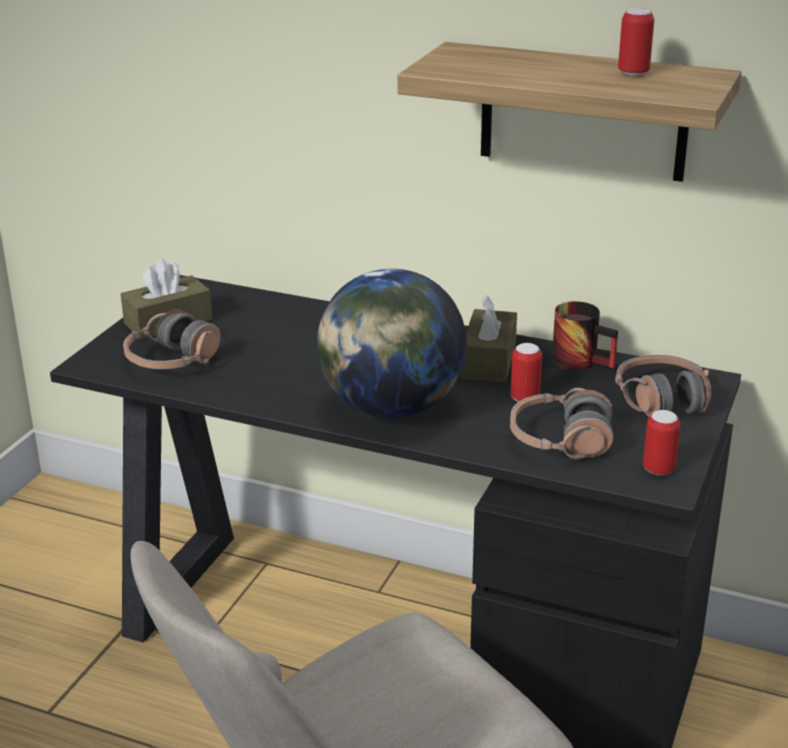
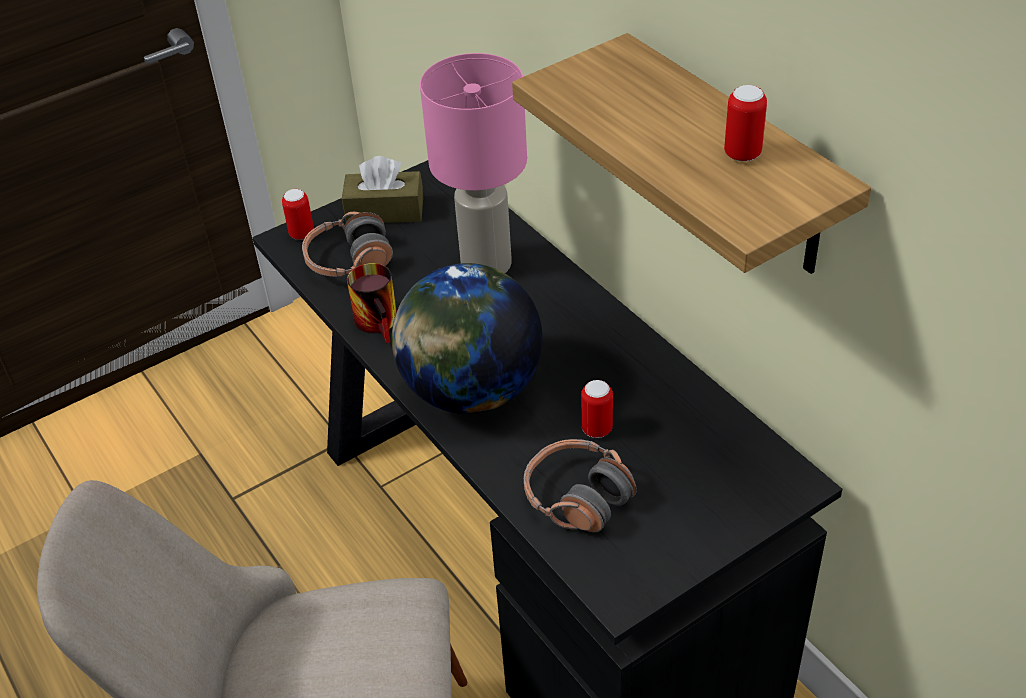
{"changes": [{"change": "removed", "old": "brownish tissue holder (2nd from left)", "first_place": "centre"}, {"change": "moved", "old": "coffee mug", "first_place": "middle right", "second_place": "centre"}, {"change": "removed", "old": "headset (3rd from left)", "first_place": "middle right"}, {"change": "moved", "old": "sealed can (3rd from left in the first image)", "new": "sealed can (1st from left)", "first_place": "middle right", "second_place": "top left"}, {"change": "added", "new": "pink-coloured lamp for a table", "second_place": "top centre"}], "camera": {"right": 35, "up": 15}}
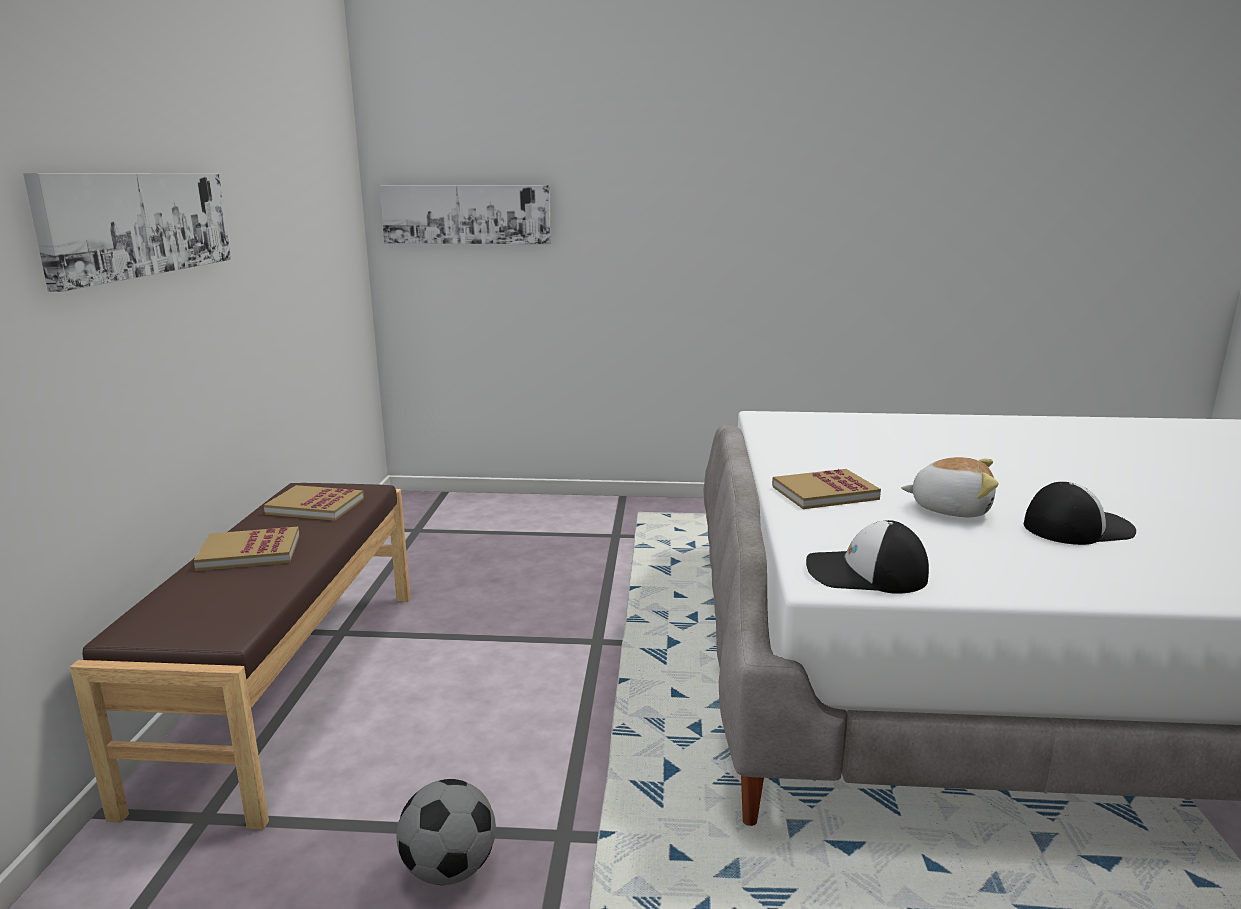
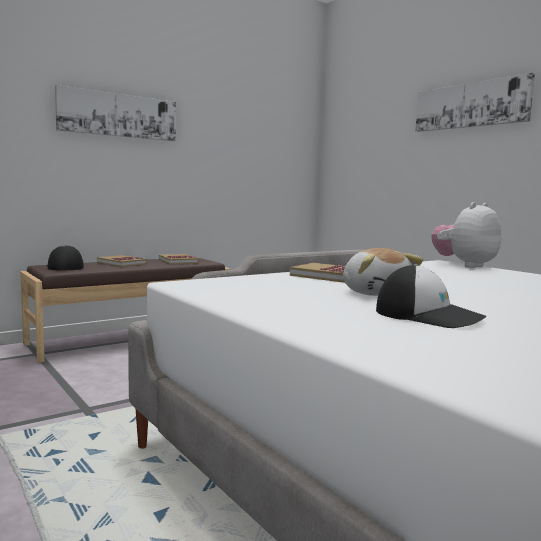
{"changes": [{"change": "moved", "old": "wall picture (2nd from left)", "first_place": "top centre", "second_place": "top right"}, {"change": "removed", "old": "football ball", "first_place": "bottom centre"}, {"change": "moved", "old": "baseball cap (1st from left)", "first_place": "middle right", "second_place": "middle left"}, {"change": "added", "new": "plush toy (2nd from left)", "second_place": "middle right"}], "camera": {"right": 50, "up": -10}}
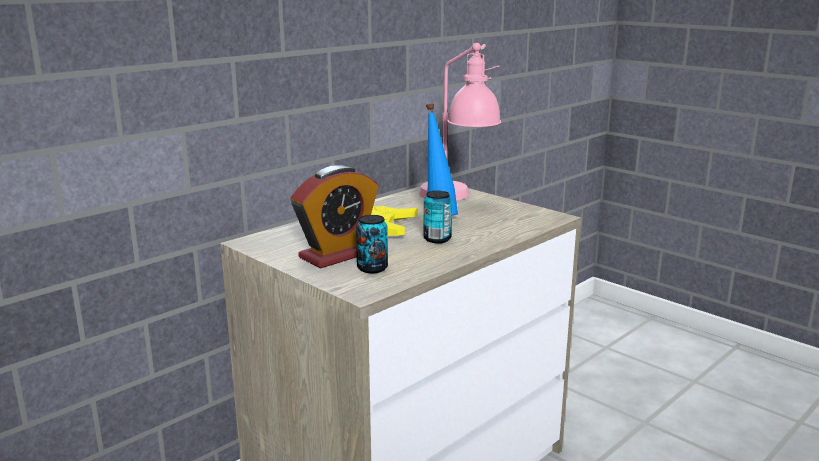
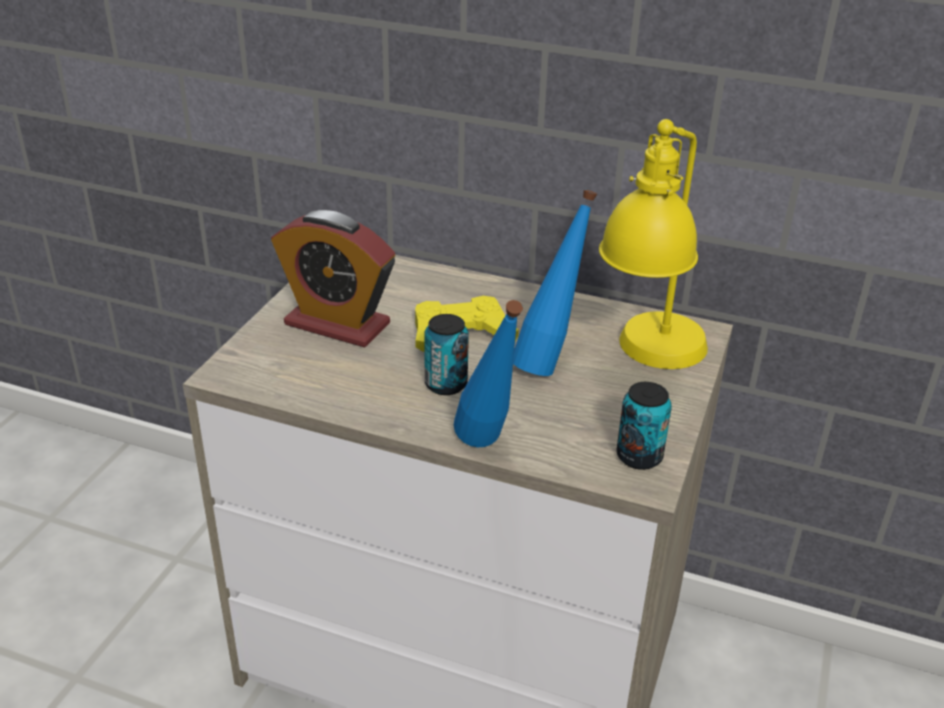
{"changes": [{"change": "moved", "old": "sealed can (1st from left in the first image)", "new": "sealed can (2nd from left)", "first_place": "centre", "second_place": "middle right"}, {"change": "recoloured", "old": "pink-coloured lamp for a table", "new": "yellow lamp for a table", "first_place": "top centre", "second_place": "middle right"}, {"change": "added", "new": "bluish drink bottle (1st from left)", "second_place": "centre"}], "camera": {"right": 65, "up": 15}}
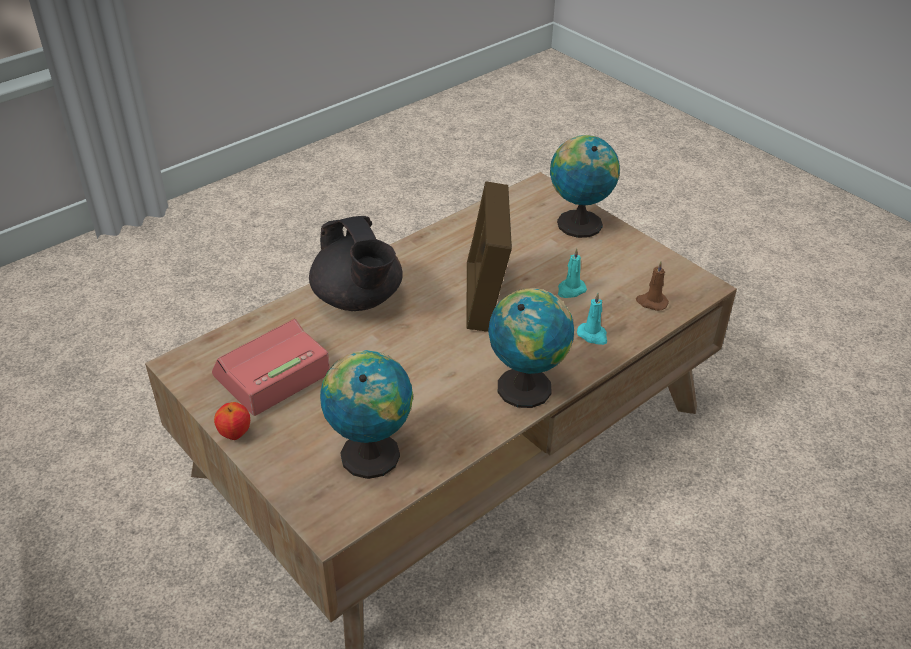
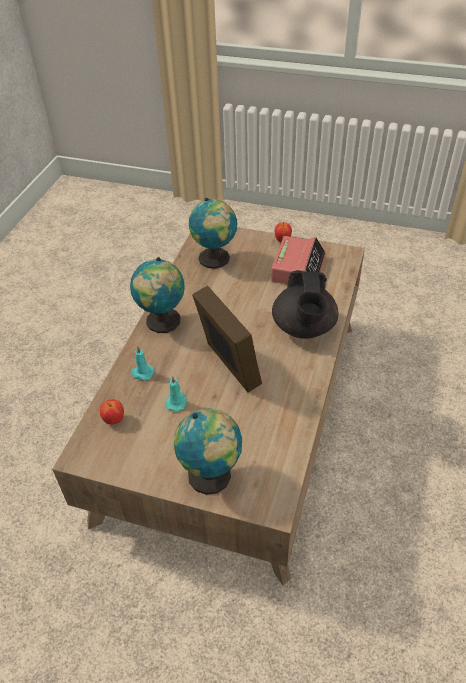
{"changes": [{"change": "turned", "old": "black-coloured tea pot", "first_place": "centre", "second_place": "centre", "degrees": -120}, {"change": "replaced", "old": "brownish wax candle", "new": "apple fruit (1st from left)", "first_place": "middle right", "second_place": "middle left"}], "camera": {"right": 150, "up": 5}}
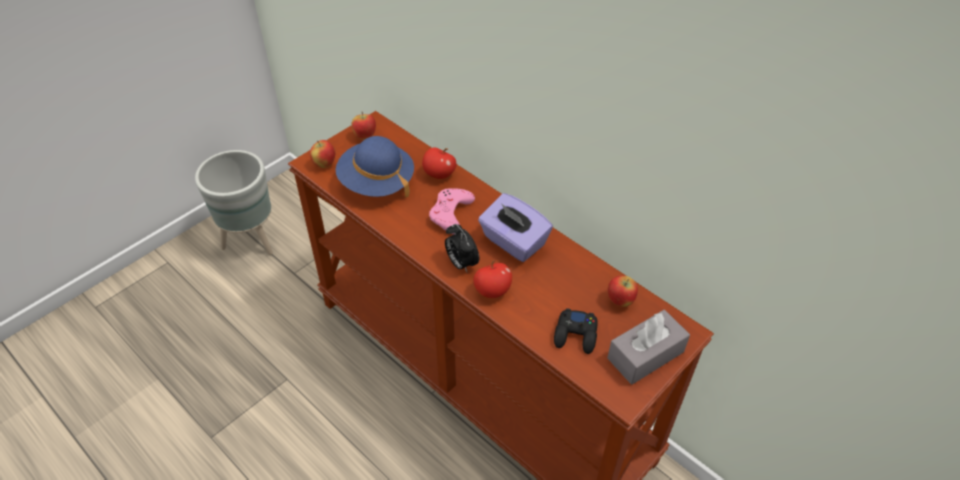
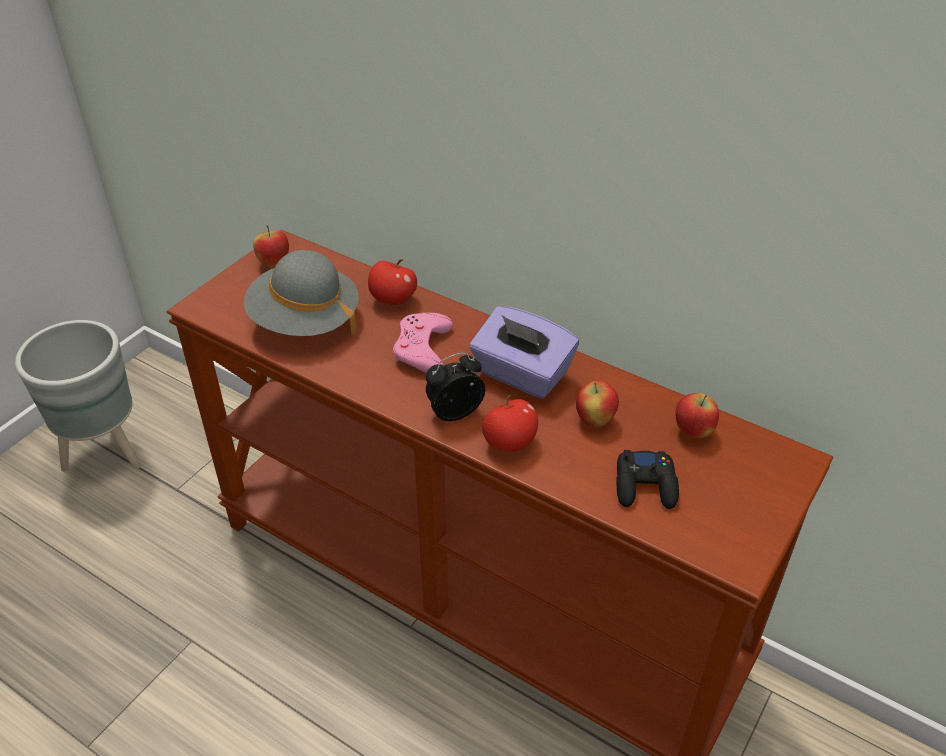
{"changes": [{"change": "moved", "old": "apple fruit (1st from left in the first image)", "new": "apple fruit (4th from left)", "first_place": "top centre", "second_place": "centre"}, {"change": "recoloured", "old": "bluish hat", "new": "greyish hat", "first_place": "centre", "second_place": "middle left"}, {"change": "turned", "old": "bedside clock", "first_place": "centre", "second_place": "centre", "degrees": 105}, {"change": "removed", "old": "greyish tissue holder", "first_place": "bottom right"}], "camera": {"right": -10, "up": -5}}
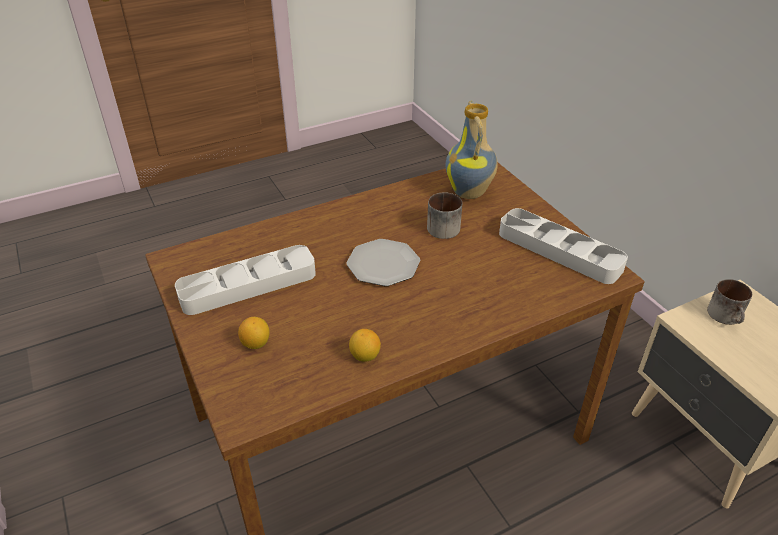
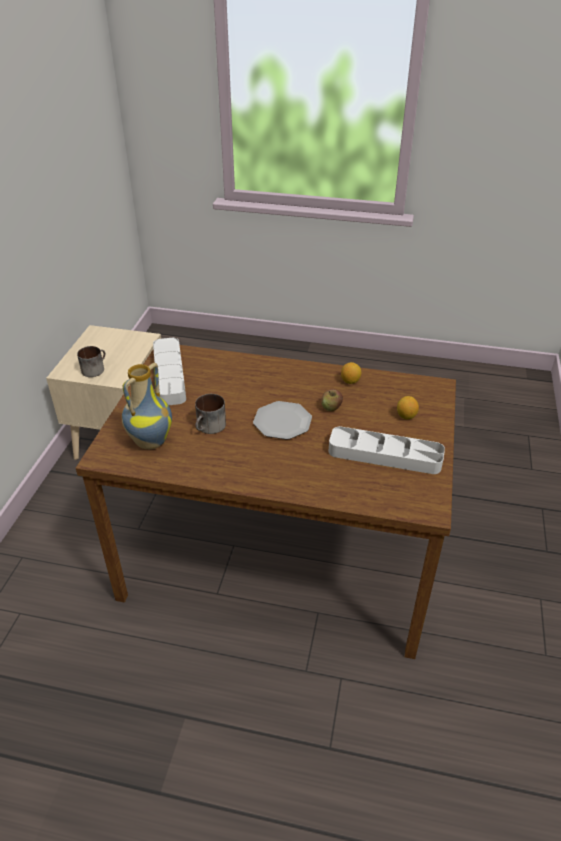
{"changes": [{"change": "added", "new": "apple fruit", "second_place": "centre"}], "camera": {"right": -140, "up": 0}}
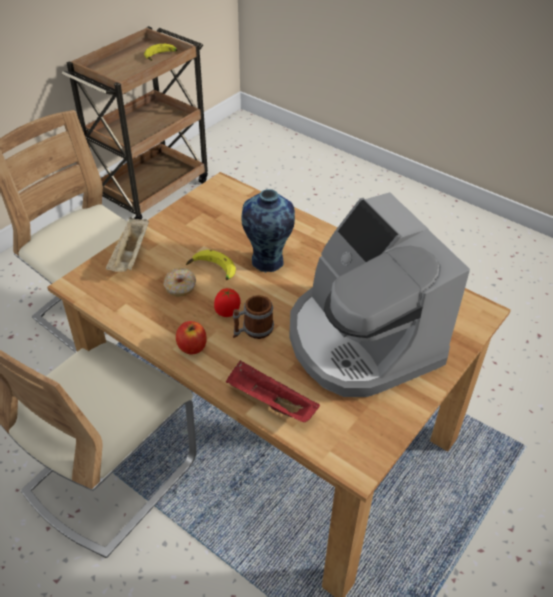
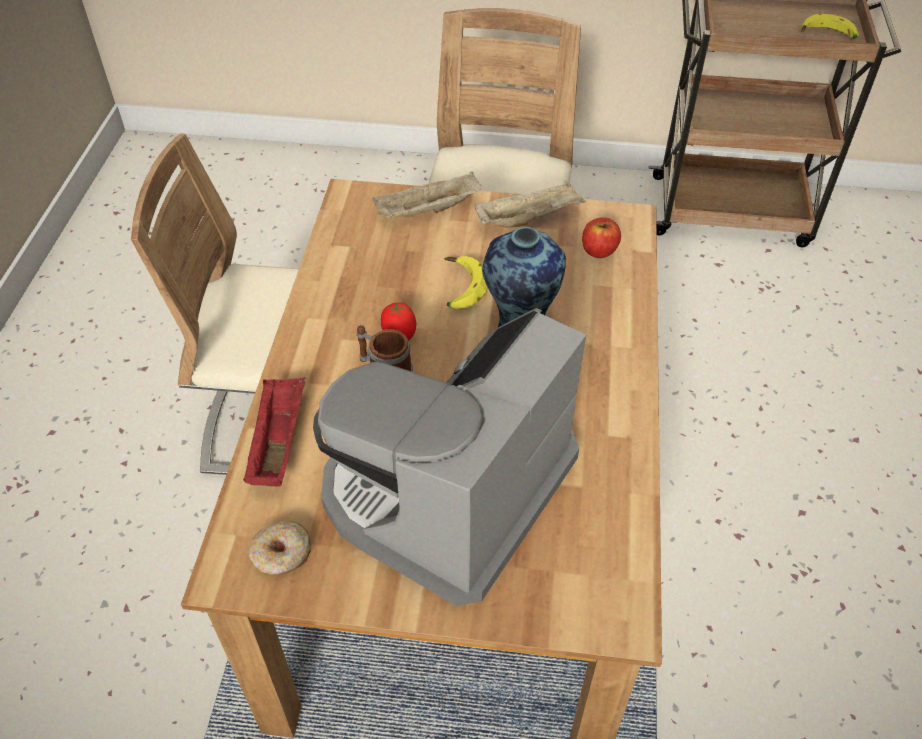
{"changes": [{"change": "moved", "old": "doughnut", "first_place": "middle left", "second_place": "bottom left"}, {"change": "moved", "old": "apple fruit", "first_place": "centre", "second_place": "top centre"}, {"change": "added", "new": "sand-coloured serving tray (2nd from left)", "second_place": "top centre"}], "camera": {"right": 60, "up": 5}}
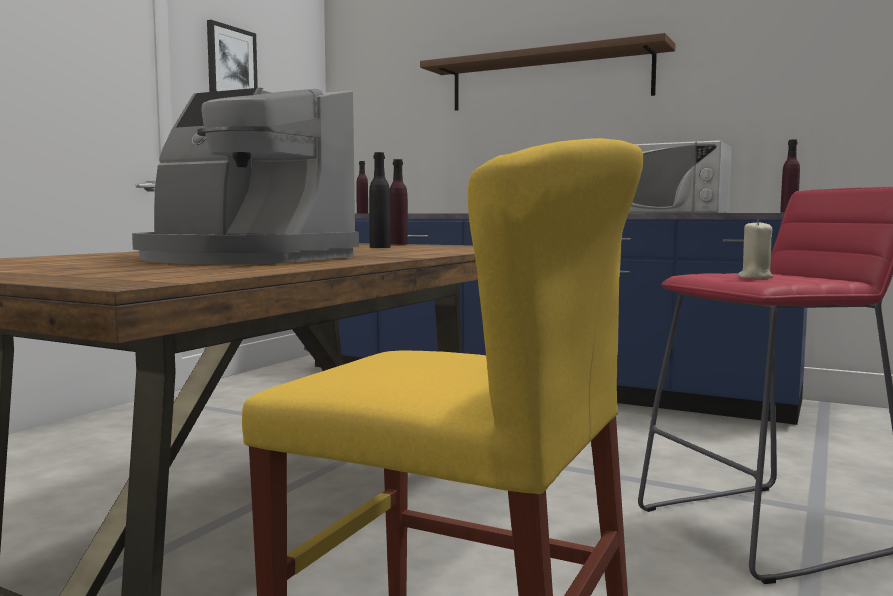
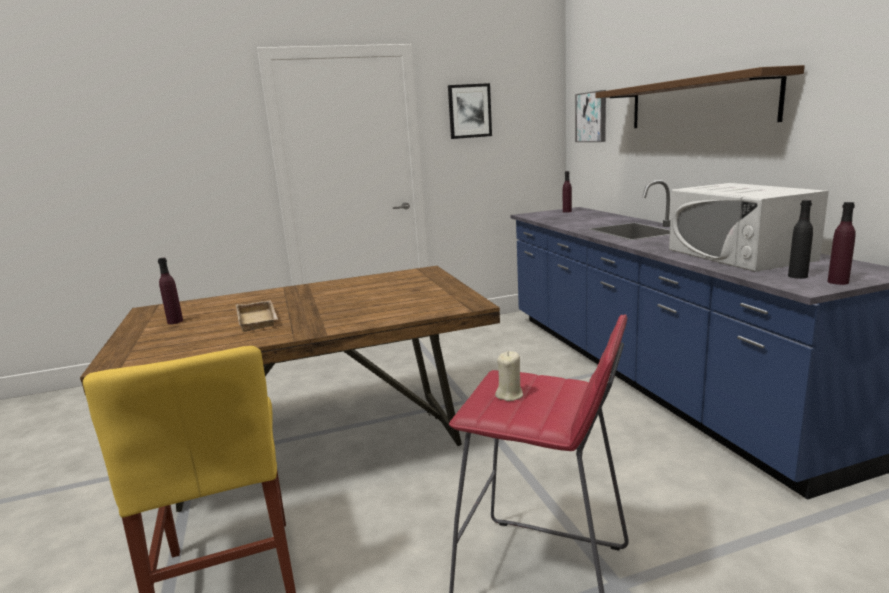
{"changes": [{"change": "replaced", "old": "coffee maker", "new": "sand-coloured serving tray", "first_place": "top left", "second_place": "middle left"}, {"change": "moved", "old": "black-coloured drink bottle", "first_place": "centre", "second_place": "middle right"}, {"change": "moved", "old": "purplish drink bottle (2nd from left in the first image)", "new": "purplish drink bottle (1st from left)", "first_place": "centre", "second_place": "middle left"}, {"change": "added", "new": "wall picture (2nd from left)", "second_place": "top centre"}], "camera": {"right": 45, "up": 10}}
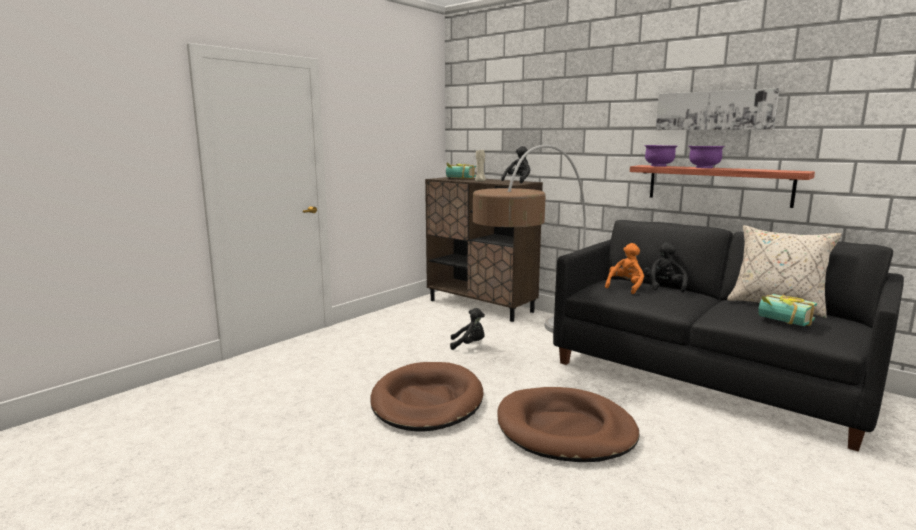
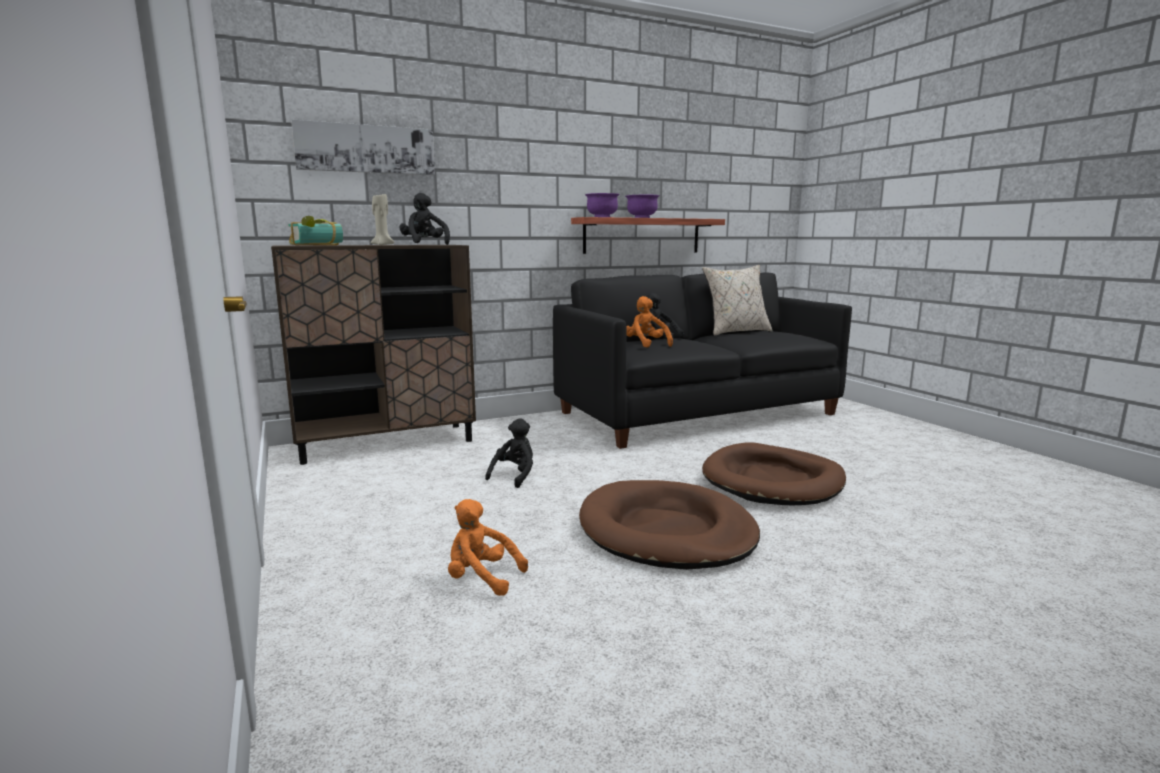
{"changes": [{"change": "removed", "old": "standard lamp", "first_place": "centre"}, {"change": "moved", "old": "wall picture", "first_place": "top right", "second_place": "top left"}, {"change": "removed", "old": "bound book (2nd from left)", "first_place": "middle right"}, {"change": "added", "new": "orangey plush toy (1st from left)", "second_place": "bottom centre"}], "camera": {"right": -65, "up": 0}}
